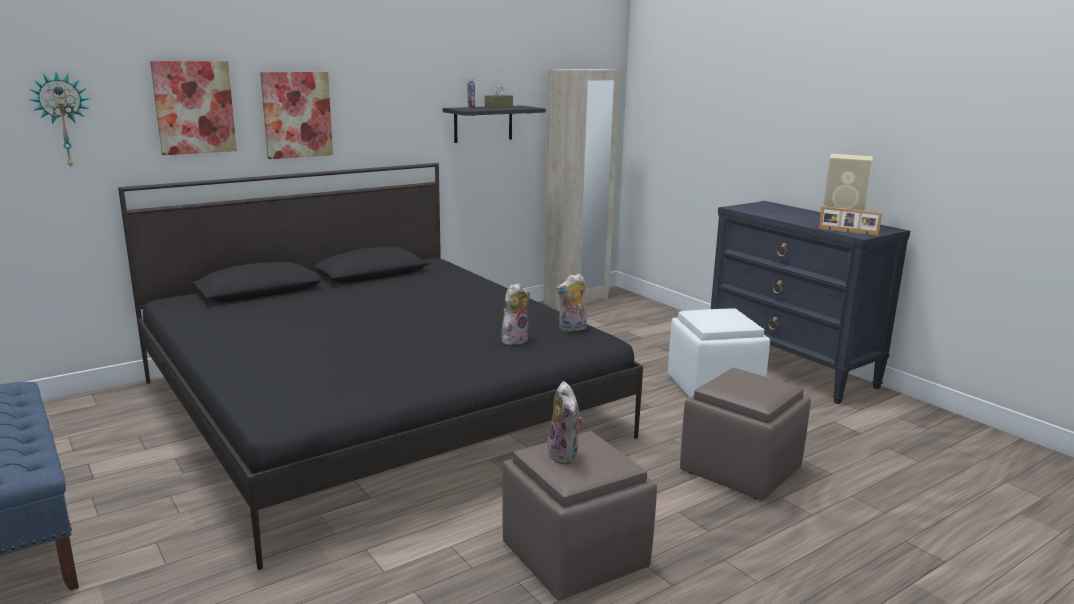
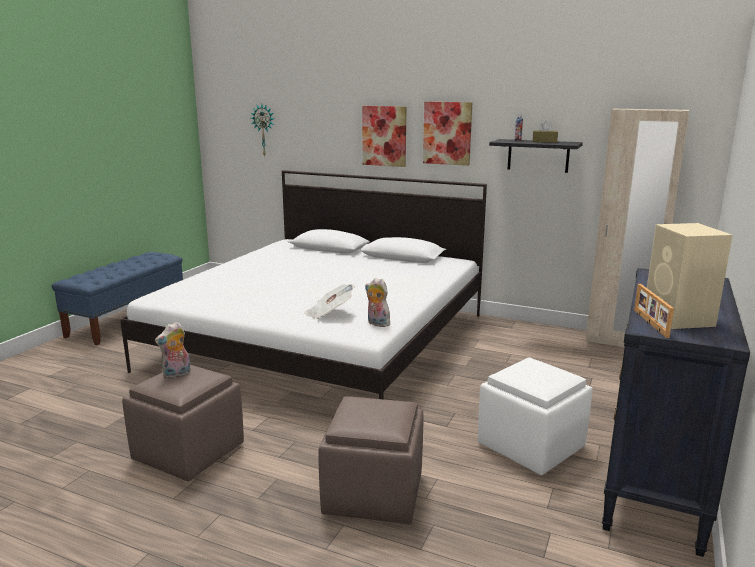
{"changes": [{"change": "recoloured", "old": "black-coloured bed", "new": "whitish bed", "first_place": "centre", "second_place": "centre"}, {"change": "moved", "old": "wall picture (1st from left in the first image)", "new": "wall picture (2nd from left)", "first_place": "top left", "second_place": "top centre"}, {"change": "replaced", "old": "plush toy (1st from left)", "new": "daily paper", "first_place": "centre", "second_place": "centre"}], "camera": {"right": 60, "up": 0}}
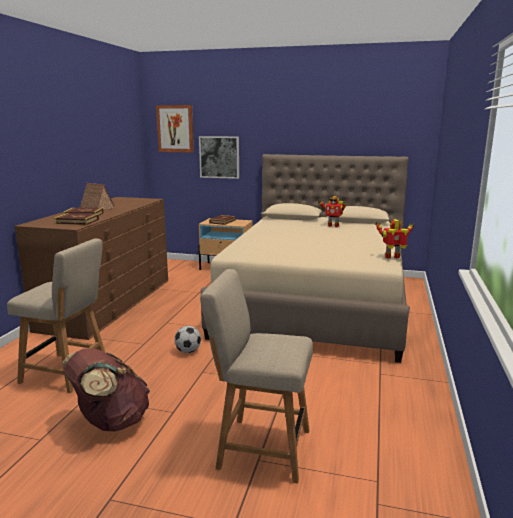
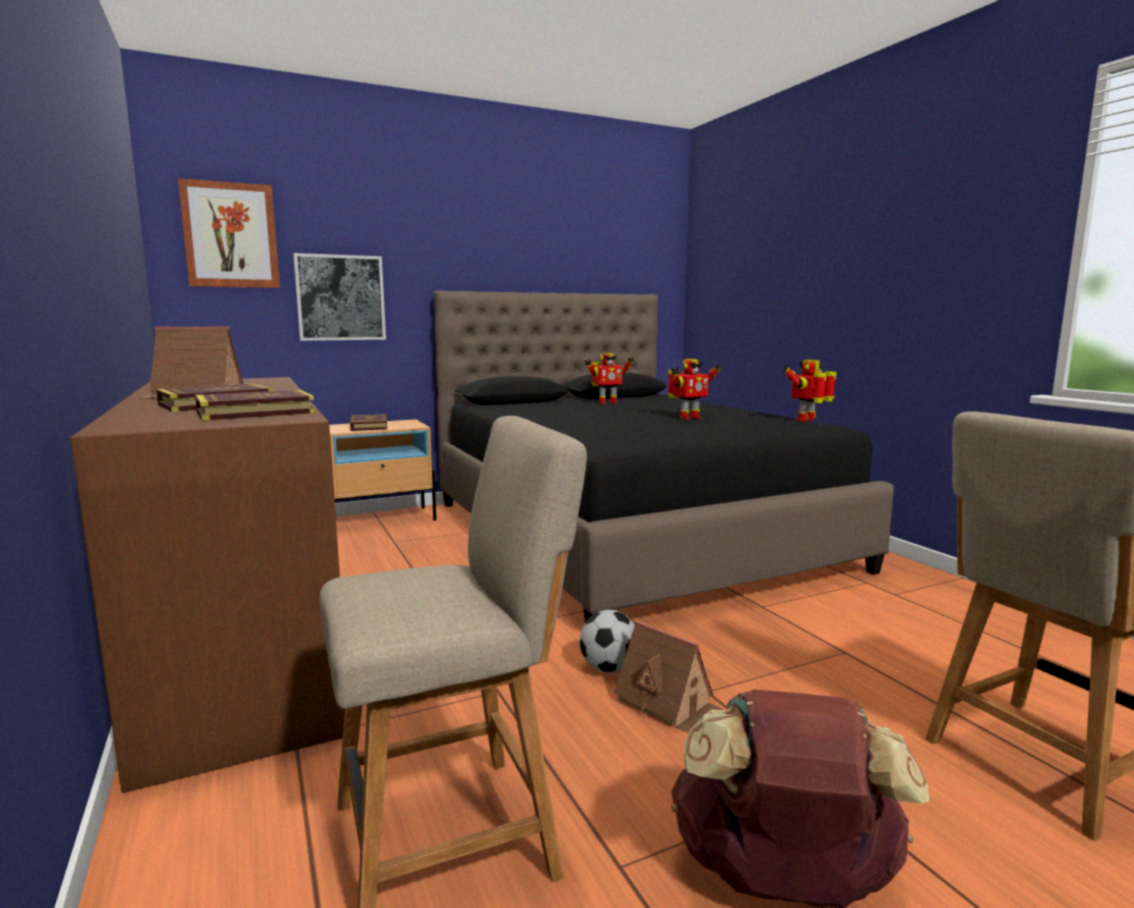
{"changes": [{"change": "recoloured", "old": "sand-coloured bed", "new": "black-coloured bed", "first_place": "centre", "second_place": "centre"}, {"change": "added", "new": "toy house (2nd from left)", "second_place": "bottom centre"}, {"change": "added", "new": "model robot (2nd from left)", "second_place": "centre"}], "camera": {"right": -40, "up": -5}}
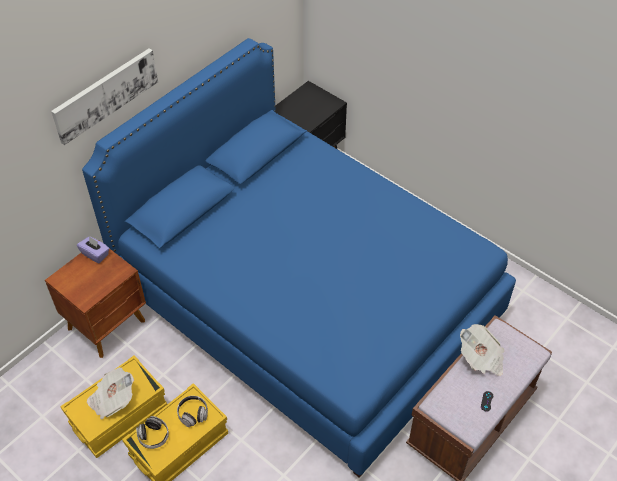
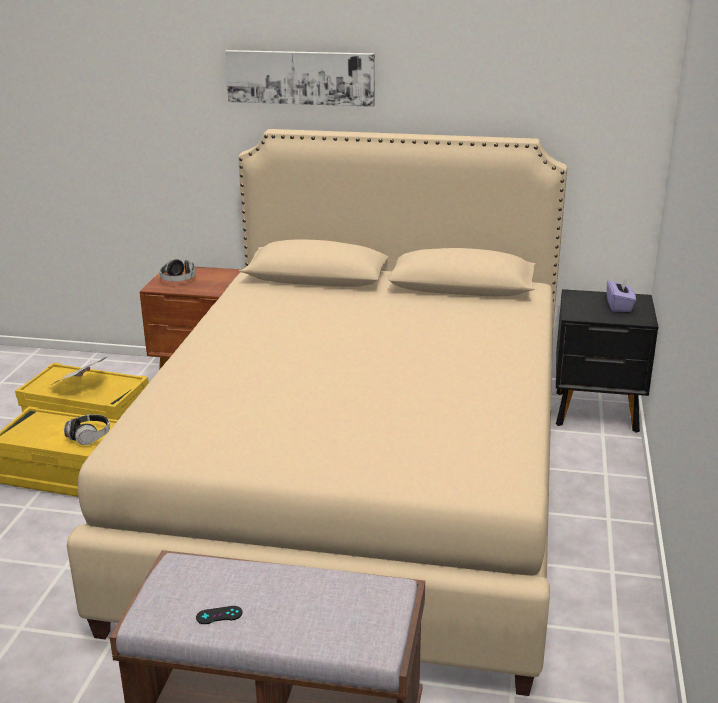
{"changes": [{"change": "moved", "old": "purplish tissue holder", "first_place": "middle left", "second_place": "middle right"}, {"change": "recoloured", "old": "bluish bed", "new": "sand-coloured bed", "first_place": "centre", "second_place": "centre"}, {"change": "moved", "old": "headset (1st from left in the first image)", "new": "headset (2nd from left)", "first_place": "bottom left", "second_place": "middle left"}, {"change": "removed", "old": "daily paper (2nd from left)", "first_place": "bottom right"}], "camera": {"right": 60, "up": -25}}
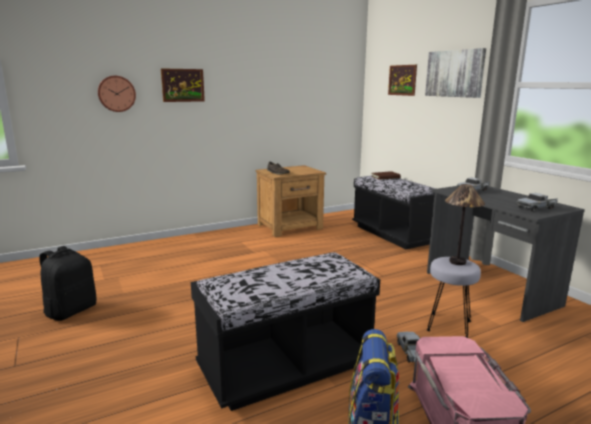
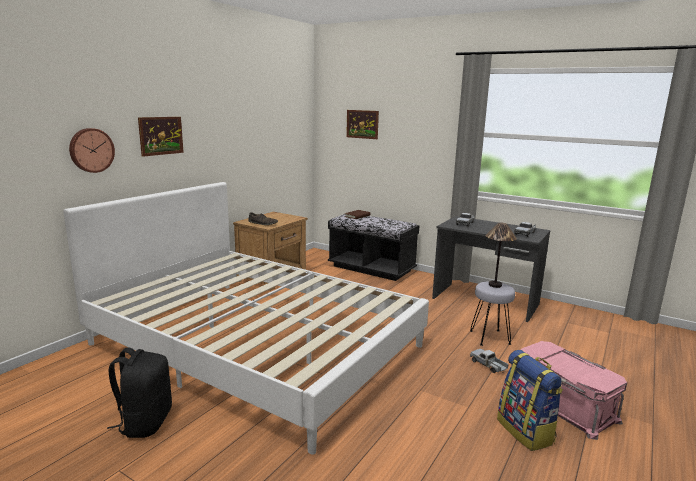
{"changes": [{"change": "removed", "old": "black-coloured indoor bench (1st from left)", "first_place": "bottom centre"}, {"change": "removed", "old": "wall picture (3rd from left)", "first_place": "top right"}, {"change": "added", "new": "whitish bed", "second_place": "centre"}], "camera": {"right": -30, "up": 0}}
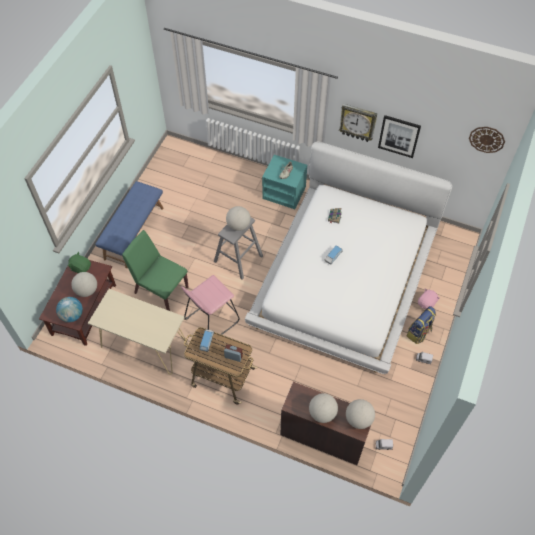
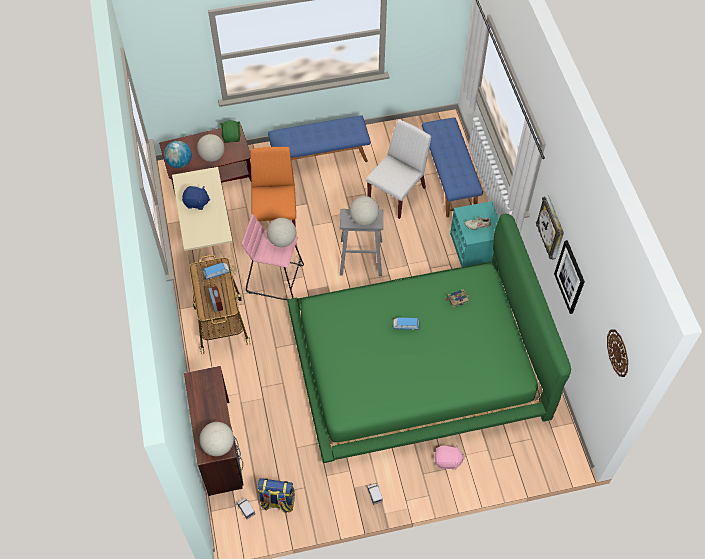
{"changes": [{"change": "recoloured", "old": "green-coloured plain chair", "new": "orangey plain chair", "first_place": "middle left", "second_place": "centre"}, {"change": "recoloured", "old": "whitish bed", "new": "green-coloured bed", "first_place": "centre", "second_place": "centre"}, {"change": "moved", "old": "world globe (4th from left)", "first_place": "bottom centre", "second_place": "centre"}, {"change": "moved", "old": "rucksack", "first_place": "middle right", "second_place": "bottom centre"}, {"change": "added", "new": "bluish plush toy", "second_place": "middle left"}, {"change": "added", "new": "whitish plain chair", "second_place": "top centre"}, {"change": "added", "new": "bluish indoor bench (2nd from left)", "second_place": "top centre"}], "camera": {"right": 55, "up": 0}}
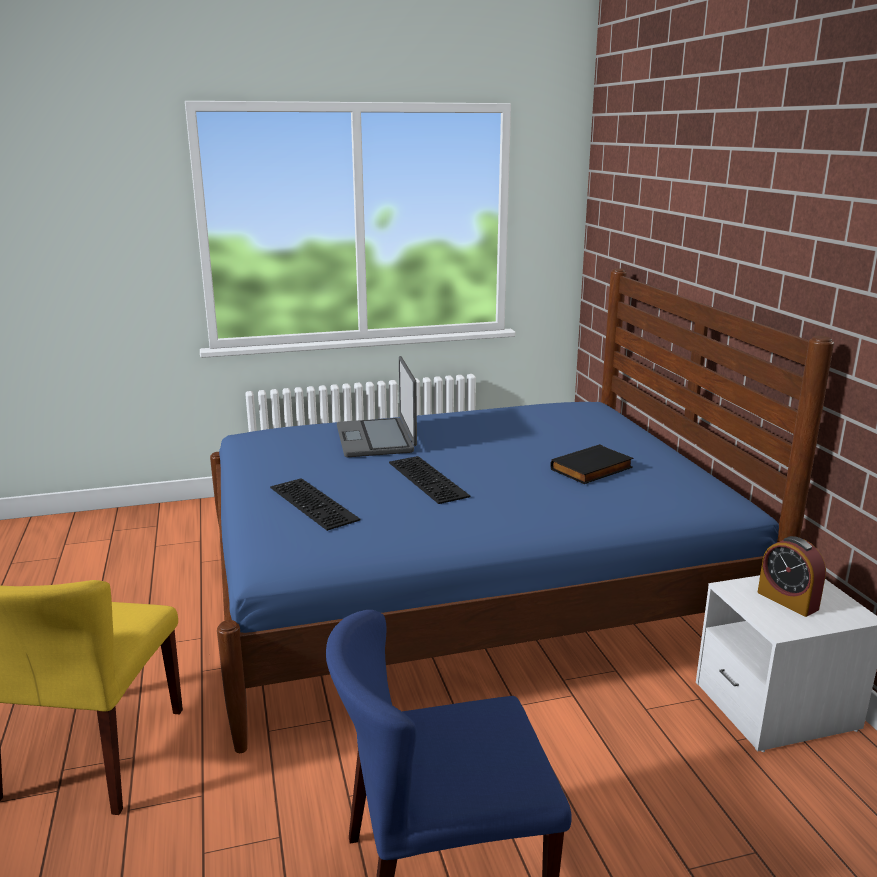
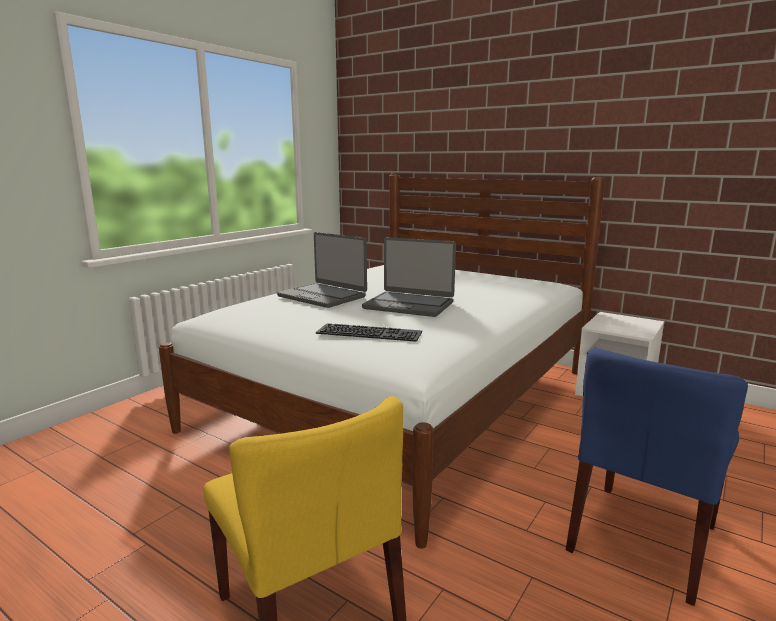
{"changes": [{"change": "recoloured", "old": "bluish bed", "new": "whitish bed", "first_place": "centre", "second_place": "centre"}, {"change": "replaced", "old": "keyboard (2nd from left)", "new": "notebook computer (2nd from left)", "first_place": "centre", "second_place": "centre"}, {"change": "removed", "old": "black-coloured bound book", "first_place": "middle right"}, {"change": "removed", "old": "bedside clock", "first_place": "middle right"}], "camera": {"right": -40, "up": -5}}
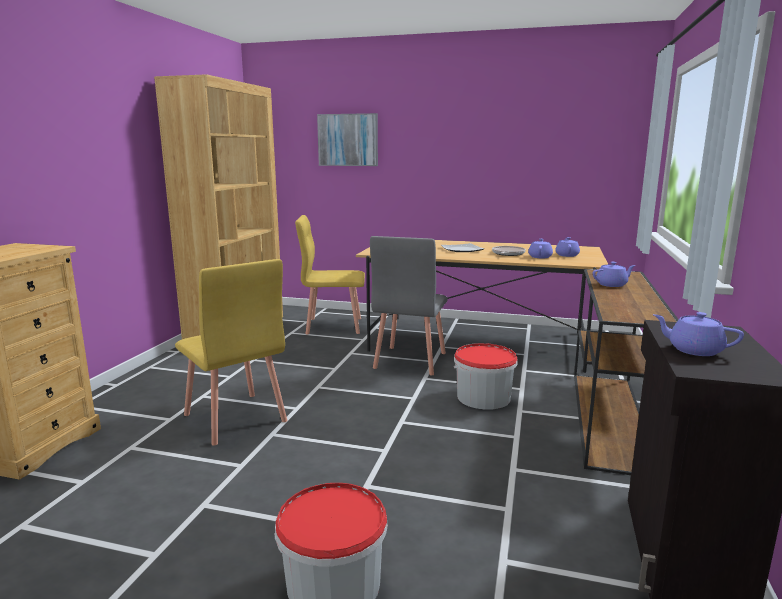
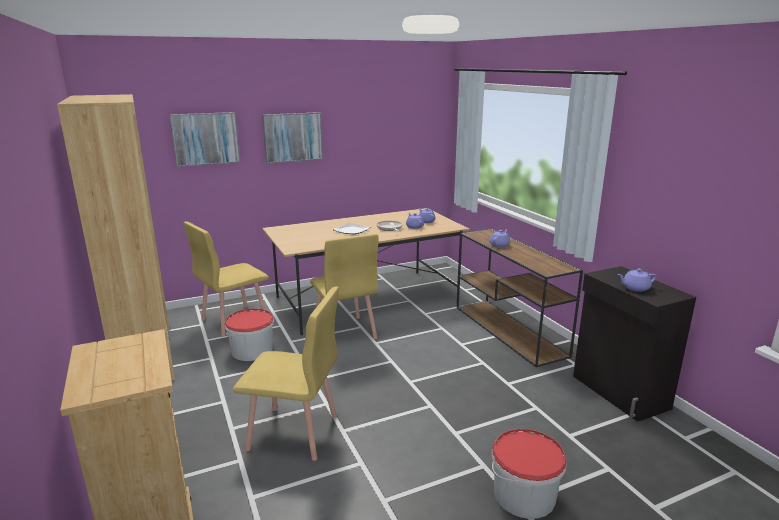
{"changes": [{"change": "recoloured", "old": "greyish plain chair", "new": "yellow plain chair (3rd from left)", "first_place": "centre", "second_place": "centre"}, {"change": "moved", "old": "water bucket (2nd from left in the first image)", "new": "water bucket (1st from left)", "first_place": "centre", "second_place": "middle left"}, {"change": "added", "new": "wall picture (2nd from left)", "second_place": "top centre"}], "camera": {"right": -40, "up": 5}}
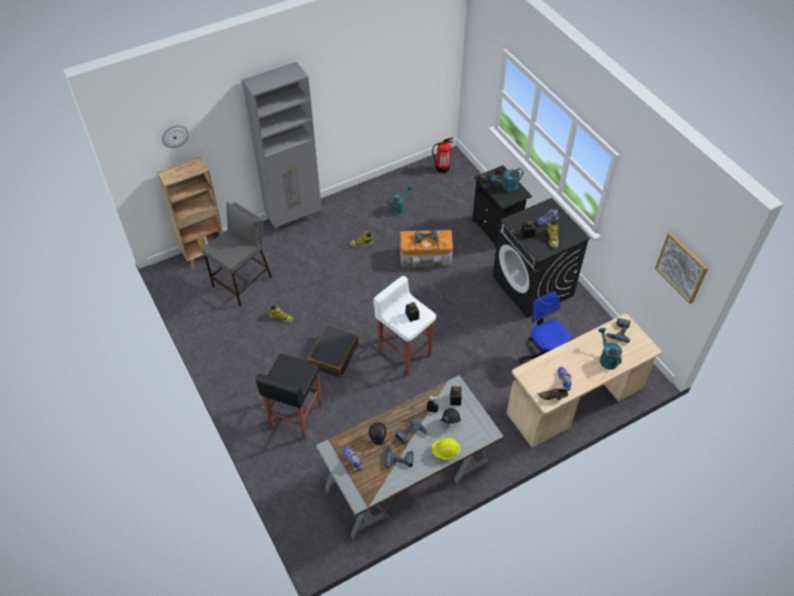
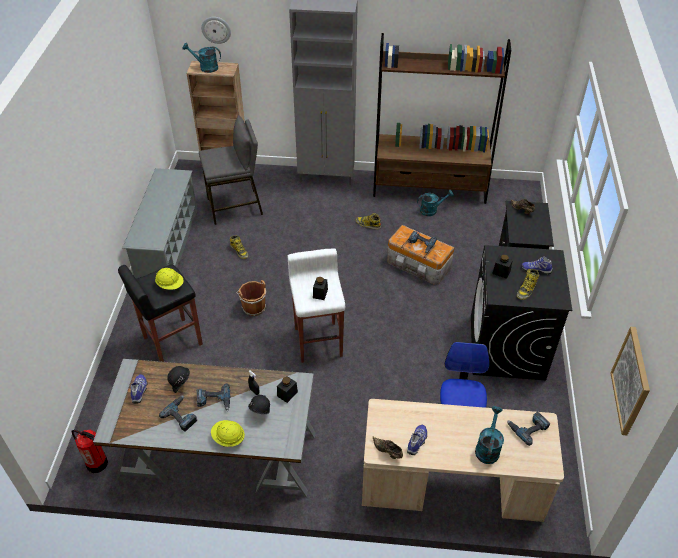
{"changes": [{"change": "replaced", "old": "black-coloured piece of luggage", "new": "brownish water bucket", "first_place": "centre", "second_place": "centre"}, {"change": "moved", "old": "fire-fighting cylinder", "first_place": "top centre", "second_place": "bottom left"}, {"change": "moved", "old": "turquoise watering can (2nd from left in the first image)", "new": "turquoise watering can (1st from left)", "first_place": "top centre", "second_place": "top left"}, {"change": "added", "new": "greyish shoe stand", "second_place": "middle left"}, {"change": "added", "new": "yellow safety helmet (1st from left)", "second_place": "middle left"}, {"change": "added", "new": "brownish shelving unit (2nd from left)", "second_place": "top centre"}], "camera": {"right": 35, "up": -5}}
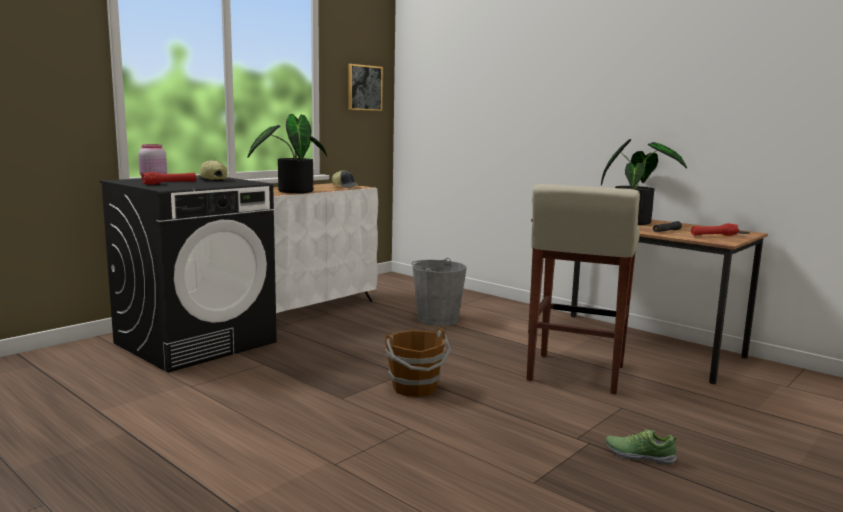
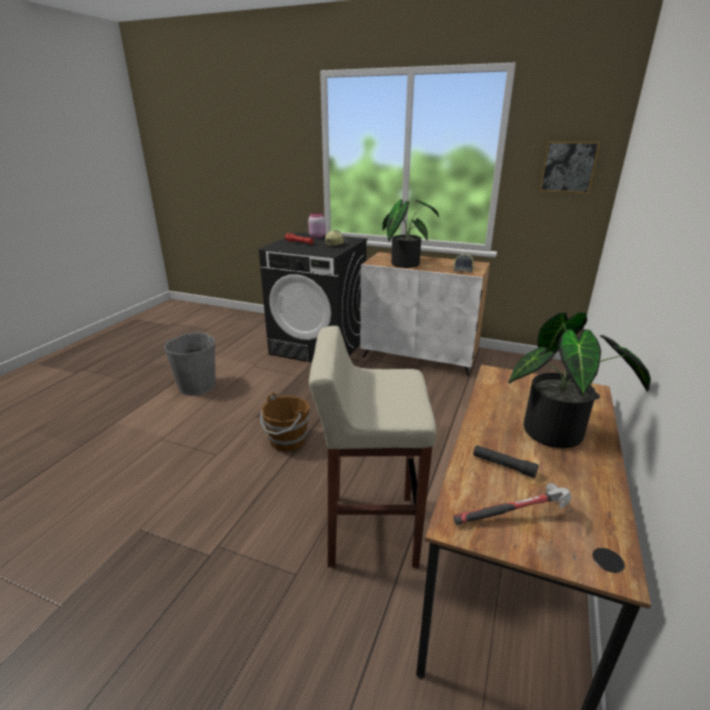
{"changes": [{"change": "moved", "old": "greyish water bucket", "first_place": "centre", "second_place": "middle left"}, {"change": "removed", "old": "shoe", "first_place": "bottom right"}, {"change": "replaced", "old": "red-coloured hand torch (2nd from left)", "new": "tool hammer", "first_place": "middle right", "second_place": "bottom right"}], "camera": {"right": 70, "up": 15}}
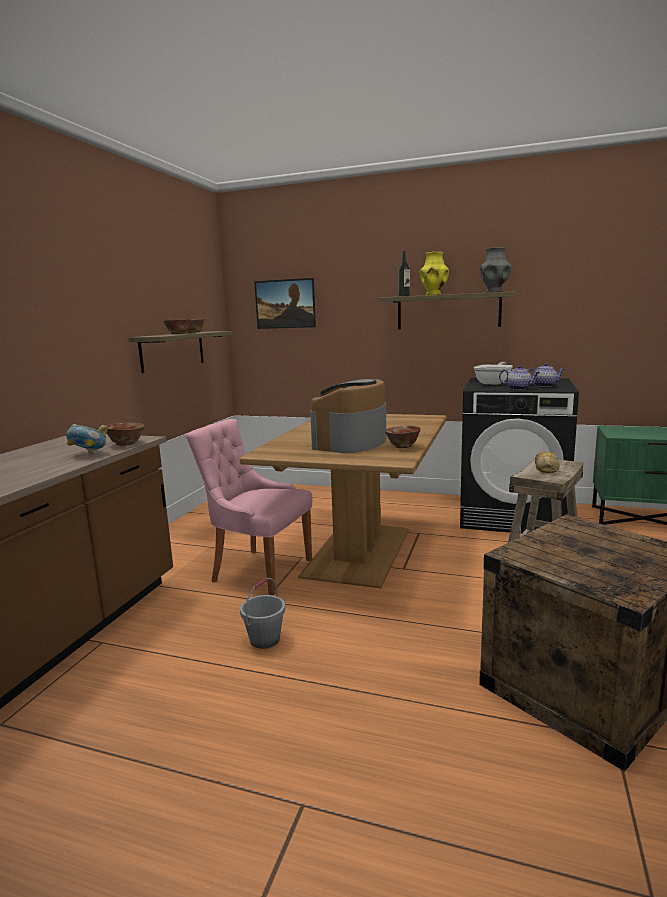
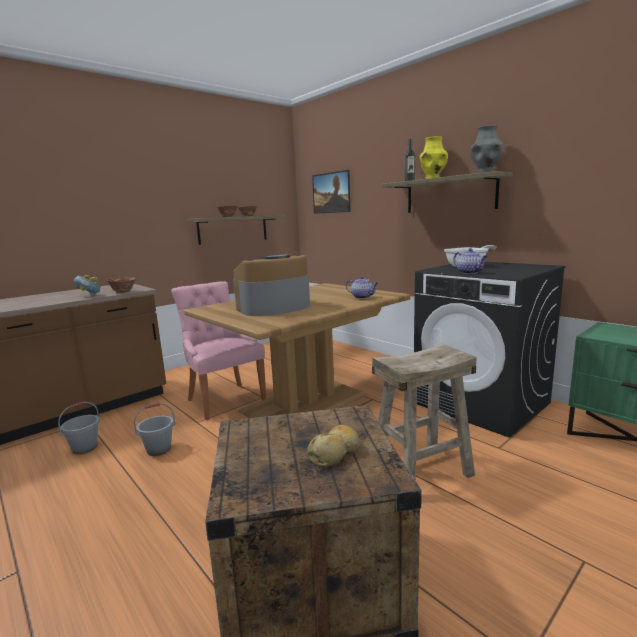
{"changes": [{"change": "removed", "old": "serving bowl (5th from left)", "first_place": "centre"}, {"change": "moved", "old": "tea pot (2nd from left in the first image)", "new": "tea pot (1st from left)", "first_place": "middle right", "second_place": "centre"}, {"change": "moved", "old": "bakery bread", "first_place": "middle right", "second_place": "bottom centre"}, {"change": "added", "new": "greyish water bucket (1st from left)", "second_place": "bottom left"}], "camera": {"right": 30, "up": 0}}
